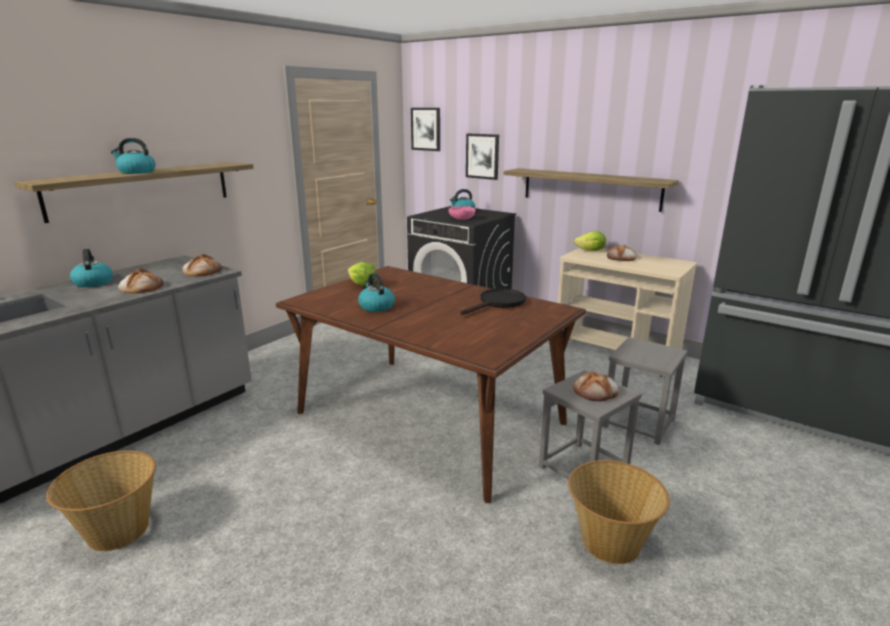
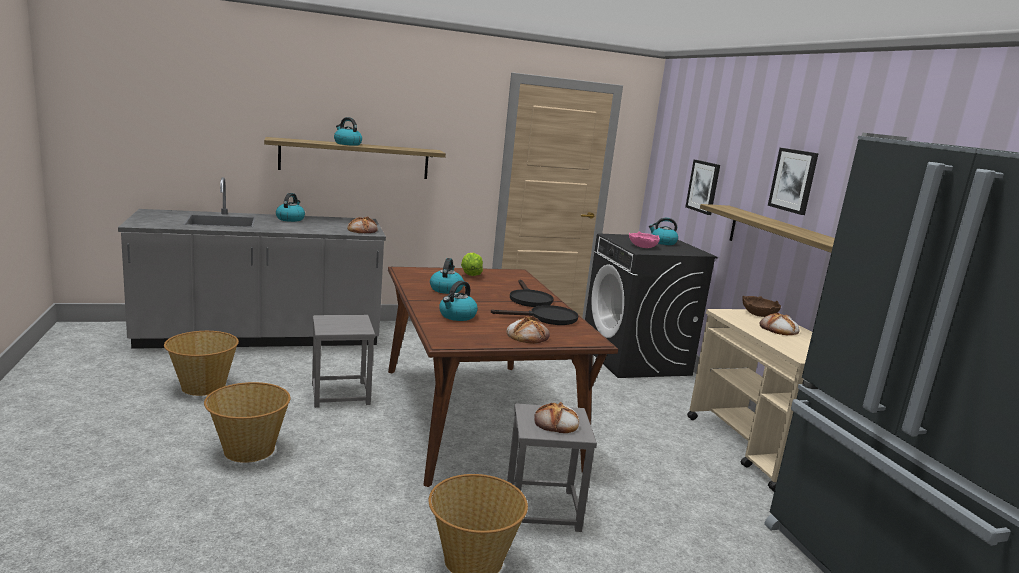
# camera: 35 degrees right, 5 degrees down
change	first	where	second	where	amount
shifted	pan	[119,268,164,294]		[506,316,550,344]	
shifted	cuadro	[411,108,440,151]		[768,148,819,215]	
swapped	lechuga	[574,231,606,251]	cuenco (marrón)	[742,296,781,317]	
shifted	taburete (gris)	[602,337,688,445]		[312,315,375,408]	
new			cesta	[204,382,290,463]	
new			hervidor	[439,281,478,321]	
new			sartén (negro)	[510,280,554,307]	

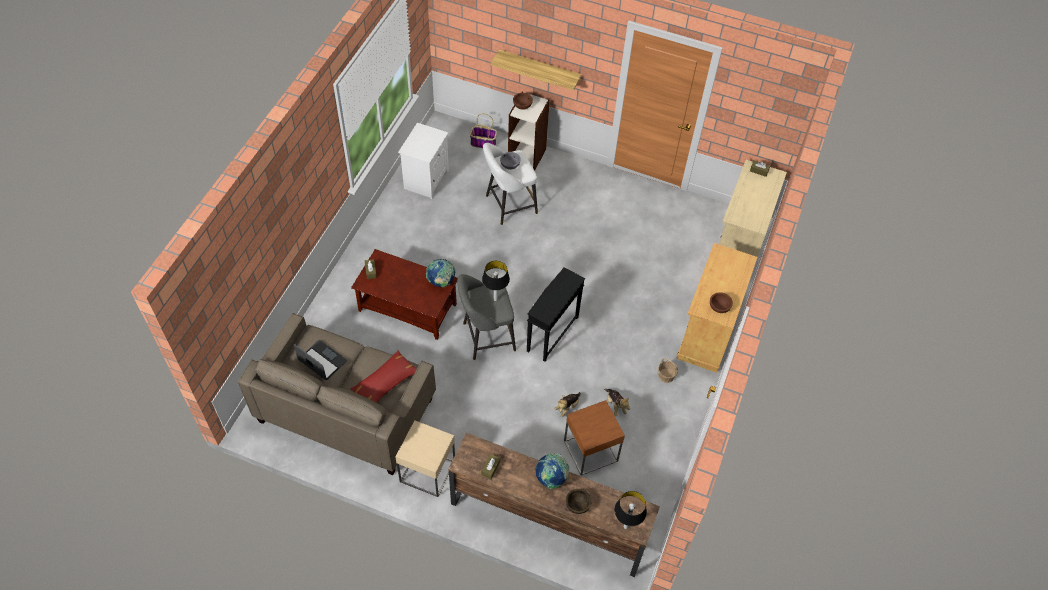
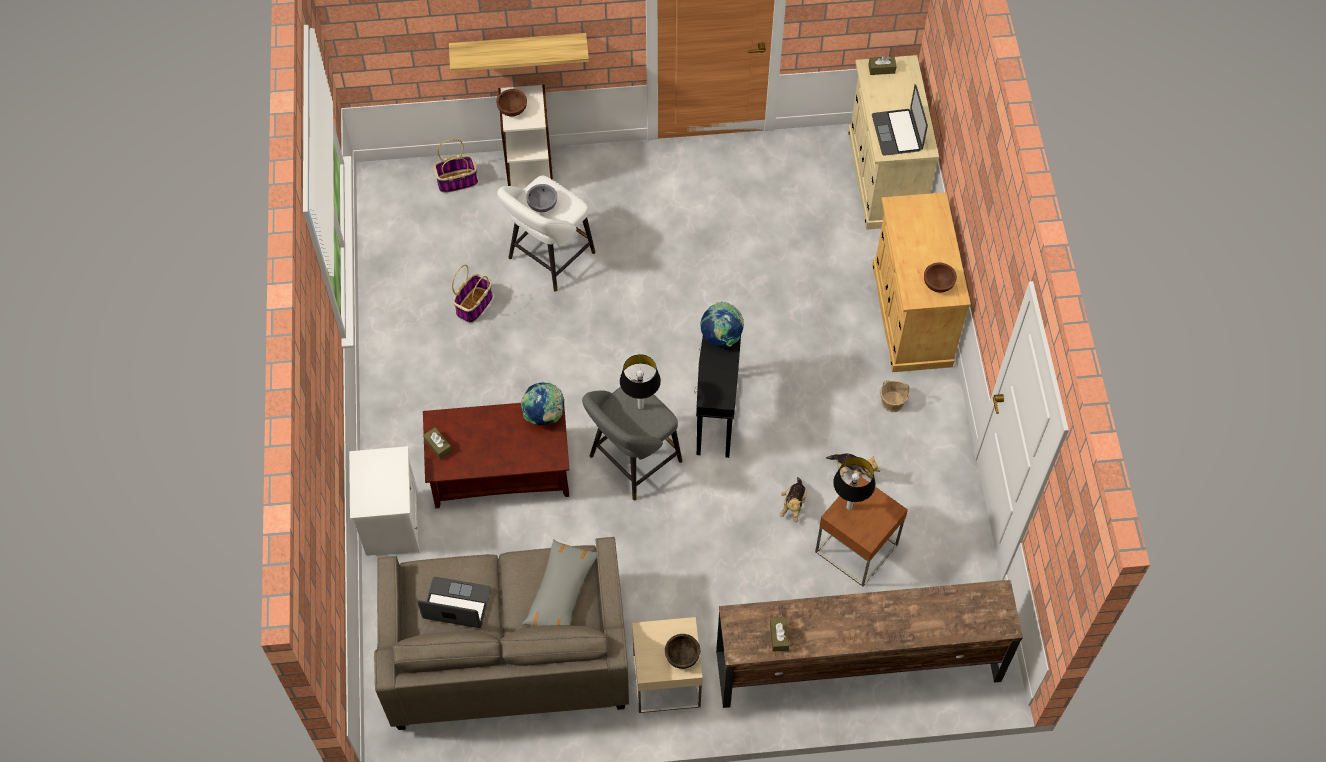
# camera: 25 degrees left, 5 degrees up
change	first	where	second	where	amount
repainted	cojín (rojo)	[350,350,417,403]	cojín (gris)	[522,539,597,626]	
shifted	mesita de noche (blanco)	[398,123,449,199]		[349,446,420,556]	
shifted	globo terráqueo	[536,453,569,489]		[700,302,744,347]	
shifted	cuenco (marrón)	[566,489,592,514]		[665,634,700,669]	
shifted	lámpara de mesa	[614,491,647,529]		[833,457,875,510]	
new			cesta	[452,265,493,323]	
new			portátil	[872,84,928,156]	

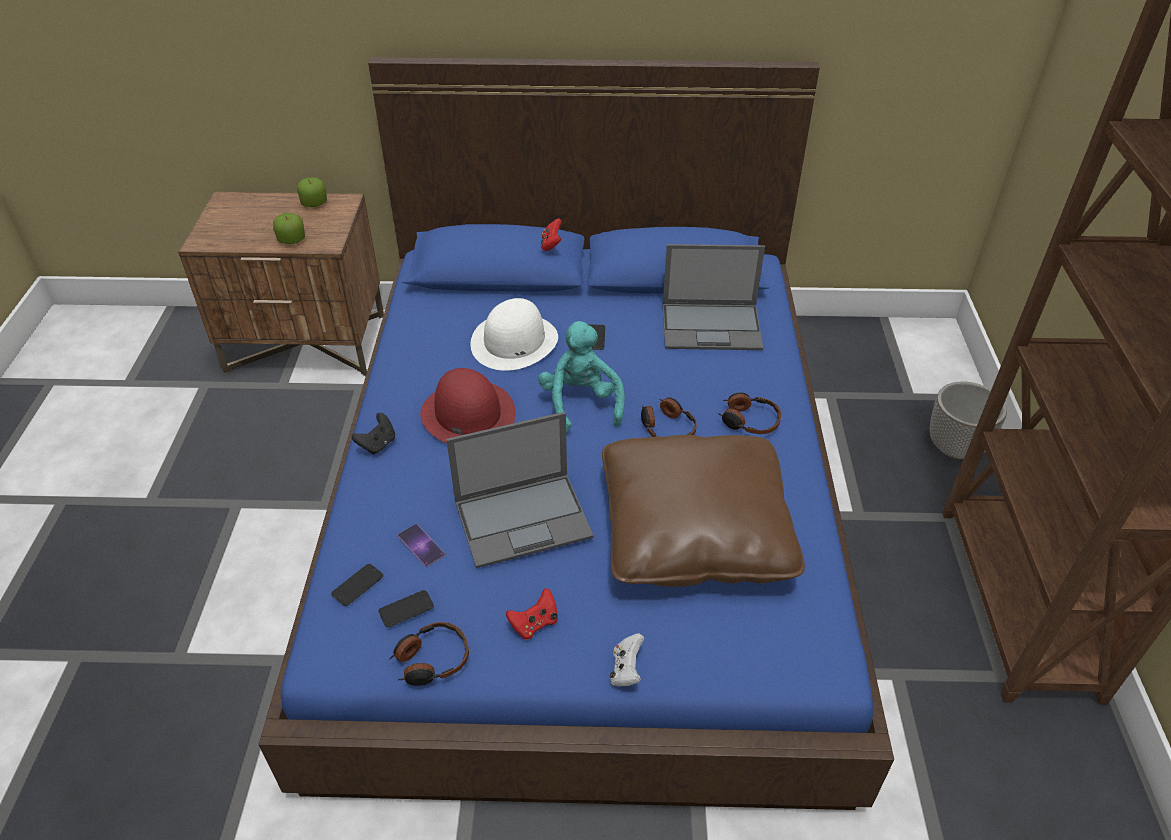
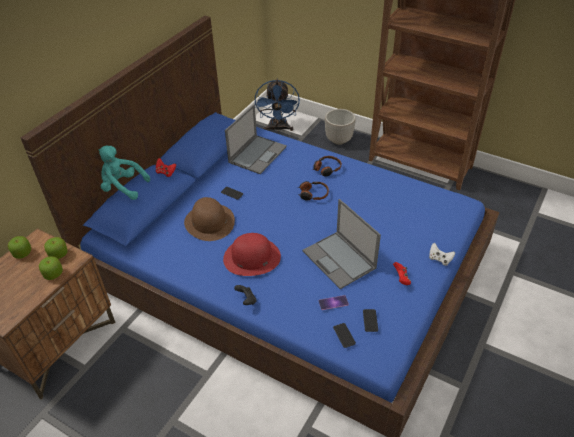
# camera: 60 degrees left, 0 degrees up
change	first	where	second	where	amount
gone	auriculares	[388,622,469,686]			
rotated	portátil	[446,412,594,568]		[303,199,381,289]	135 degrees clockwise
repainted	sombrero (blanco)	[471,298,558,371]	sombrero (marrón)	[184,197,235,241]	
shifted	peluche (turquesa)	[538,321,625,432]		[99,145,150,200]	
gone	cojín (marrón)	[602,435,805,587]			
new			manzana	[44,237,68,259]	
new			ventilador (azul)	[255,79,300,132]	

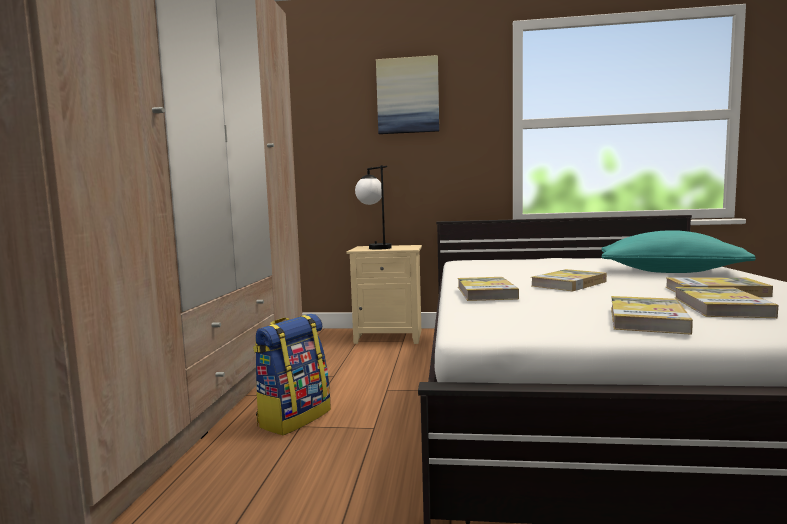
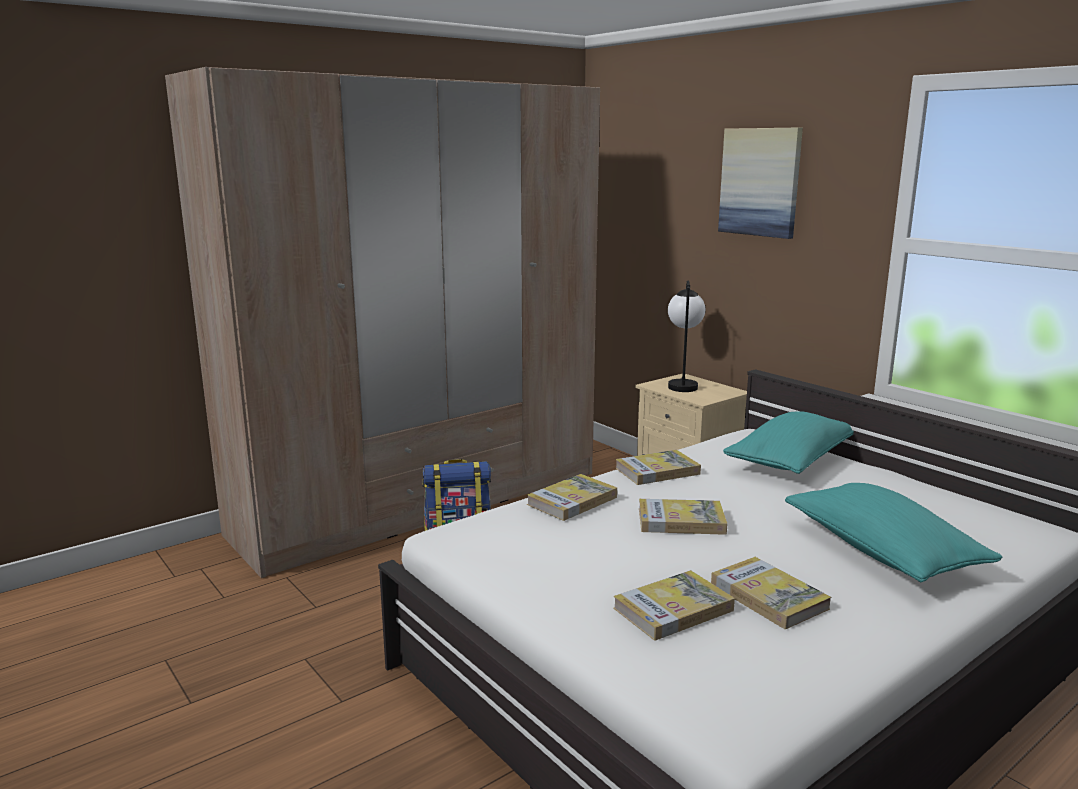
# camera: 45 degrees right, 10 degrees up
change	first	where	second	where	amount
shifted	libro	[611,296,693,335]		[616,450,701,485]	
new			cojín (turquesa)	[723,411,854,474]	

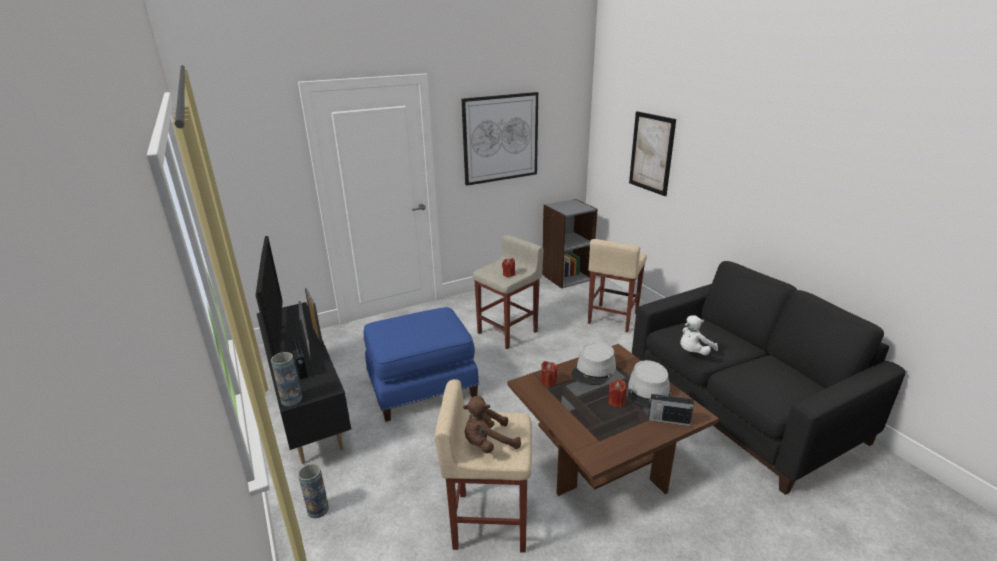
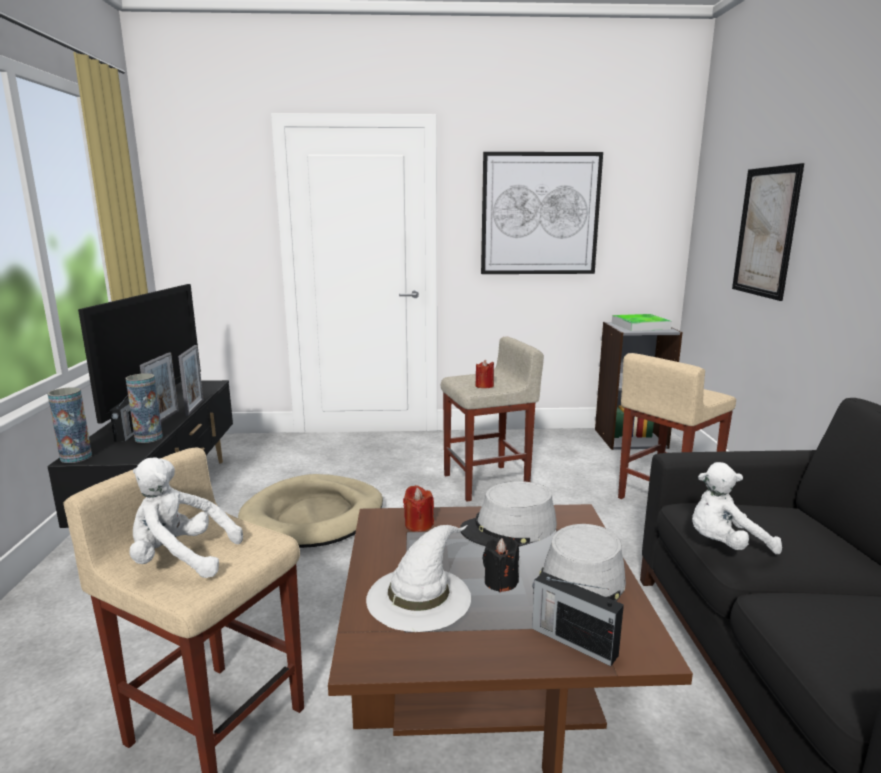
# camera: 25 degrees right, 10 degrees down
change	first	where	second	where	amount
shifted	florero	[298,464,329,518]		[126,373,163,443]	
swapped	puf (azul)	[364,307,479,422]	cama para perro (beis)	[238,474,383,548]	
repainted	peluche (marrón)	[463,396,521,454]	peluche (blanco)	[130,458,243,578]	
repainted	vela (rojo)	[608,379,627,408]	vela (negro)	[482,537,519,592]	
new			sombrero (blanco)	[366,524,471,632]	
new			bandeja	[612,314,672,331]	

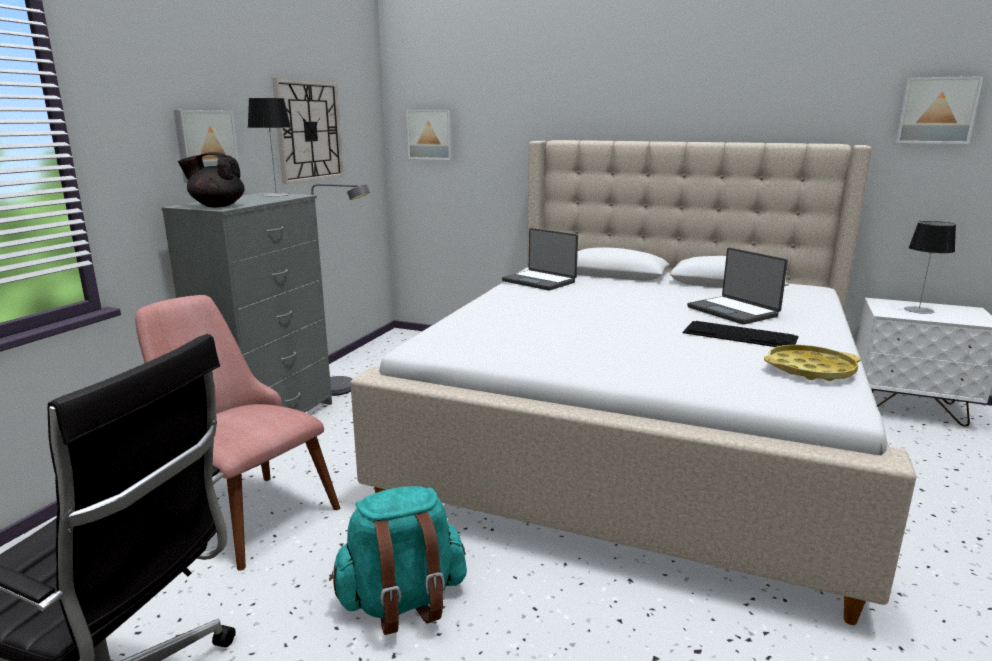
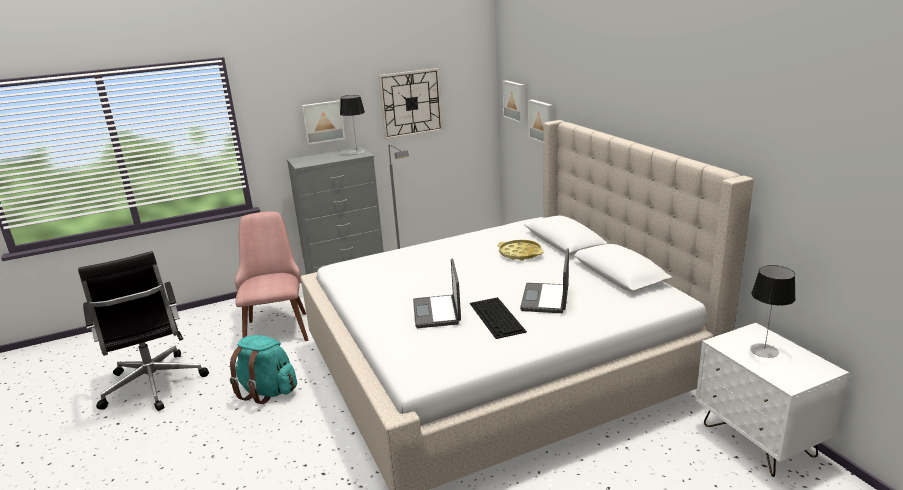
# camera: 45 degrees right, 5 degrees up
change	first	where	second	where	amount
gone	tetera (negro)	[178,152,245,207]			
shifted	portátil	[502,228,578,290]		[413,258,461,328]	
shifted	bandeja (amarillo)	[764,345,861,381]		[498,240,544,261]	
shifted	cuadro	[895,76,984,144]		[528,99,553,143]	

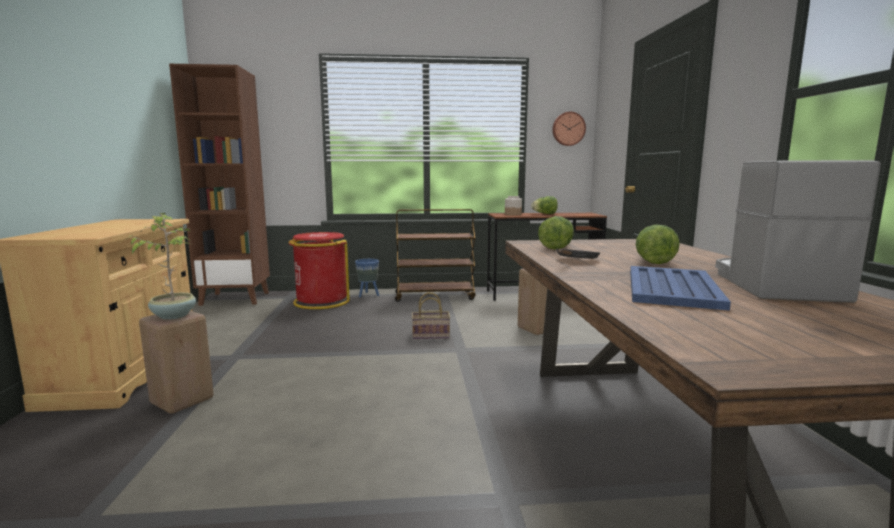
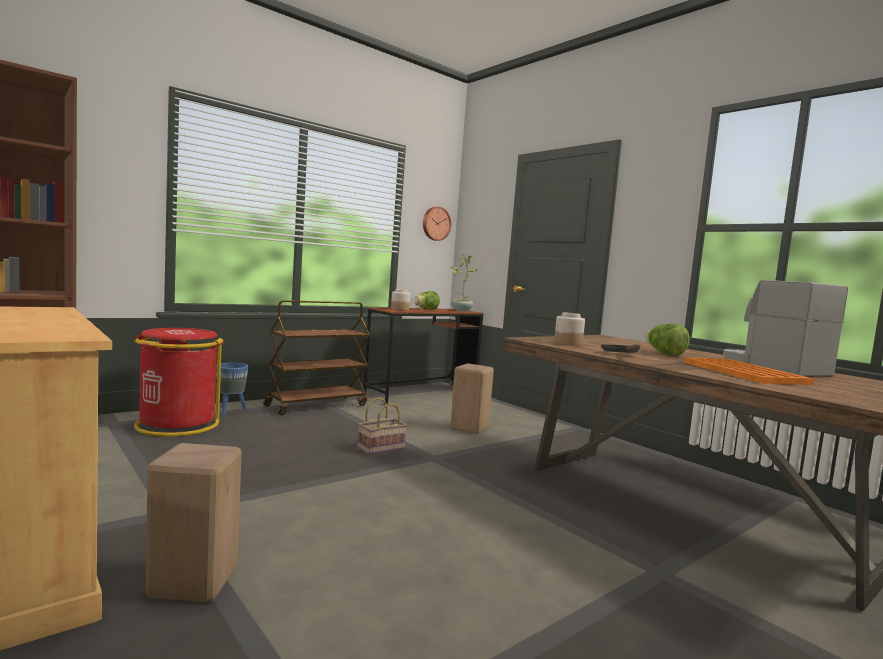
# camera: 35 degrees left, 5 degrees down
change	first	where	second	where	amount
shifted	planta en maceta	[125,213,196,320]		[451,255,479,312]	
swapped	lechuga	[538,216,574,249]	tarro	[554,312,585,346]	
repainted	bandeja (azul)	[630,266,731,311]	bandeja (naranja)	[684,357,814,385]	

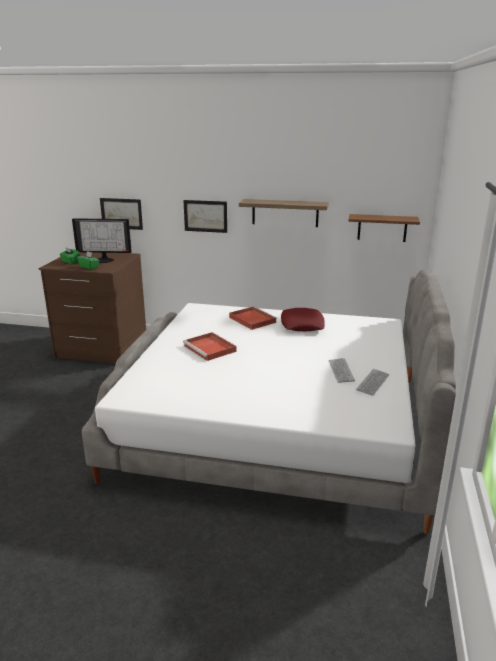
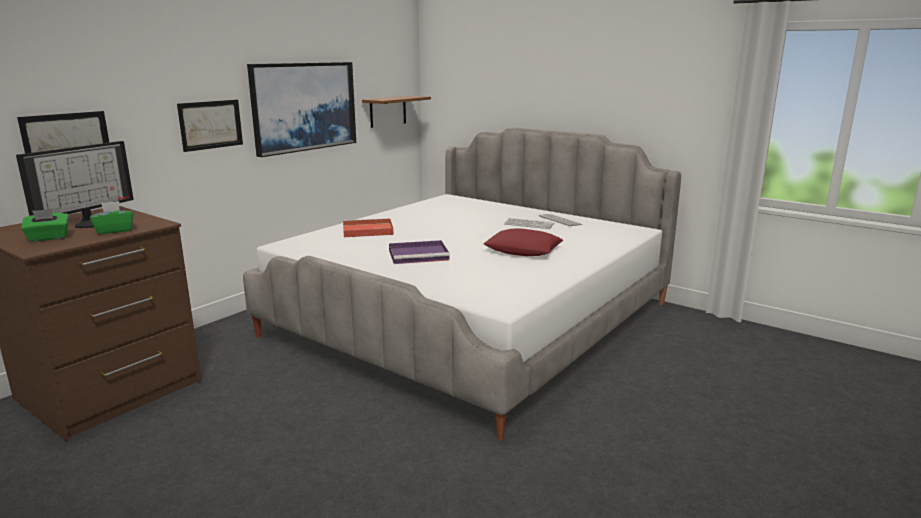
# camera: 65 degrees left, 5 degrees down
change	first	where	second	where	amount
repainted	bandeja (rojo)	[183,332,236,361]	bandeja (morado)	[389,240,450,264]	
swapped	estante	[239,199,329,227]	cuadro	[247,62,356,157]	
shifted	cojín (rojo)	[281,308,325,331]		[484,228,563,256]	

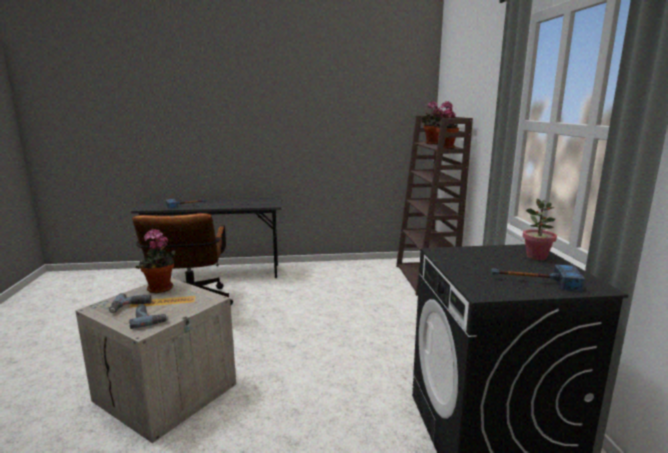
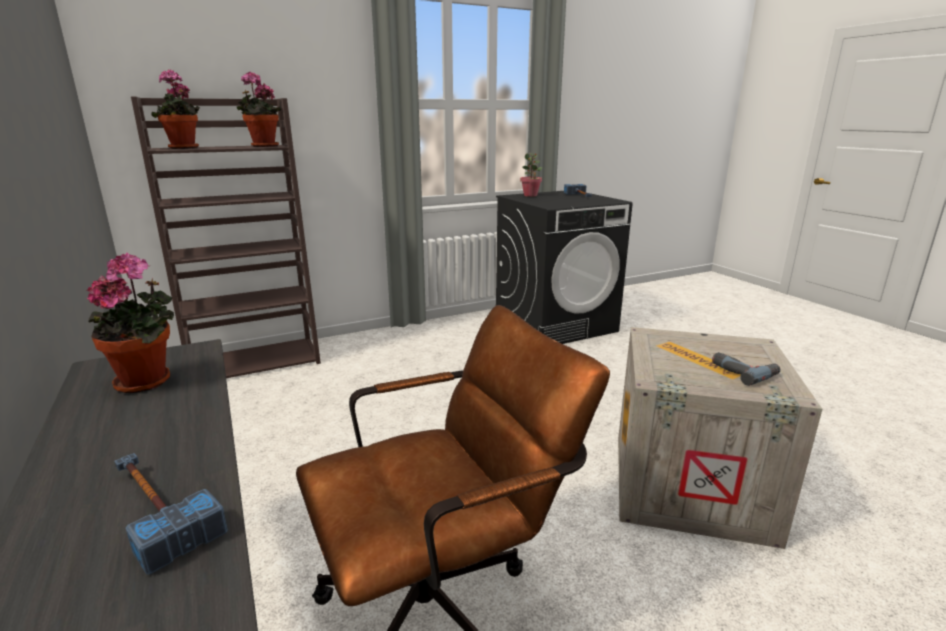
# camera: 110 degrees left, 5 degrees up
change	first	where	second	where	amount
gone	taladro	[129,304,168,329]			
shifted	planta en maceta	[136,229,176,293]		[87,253,174,393]	

